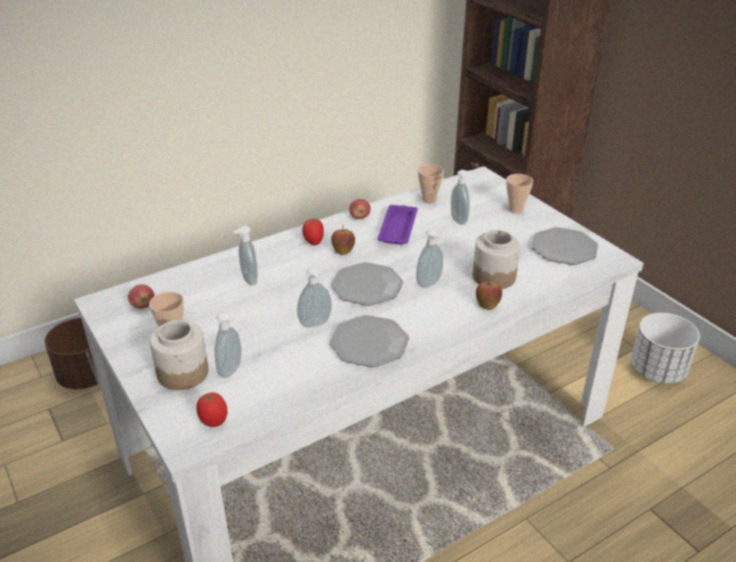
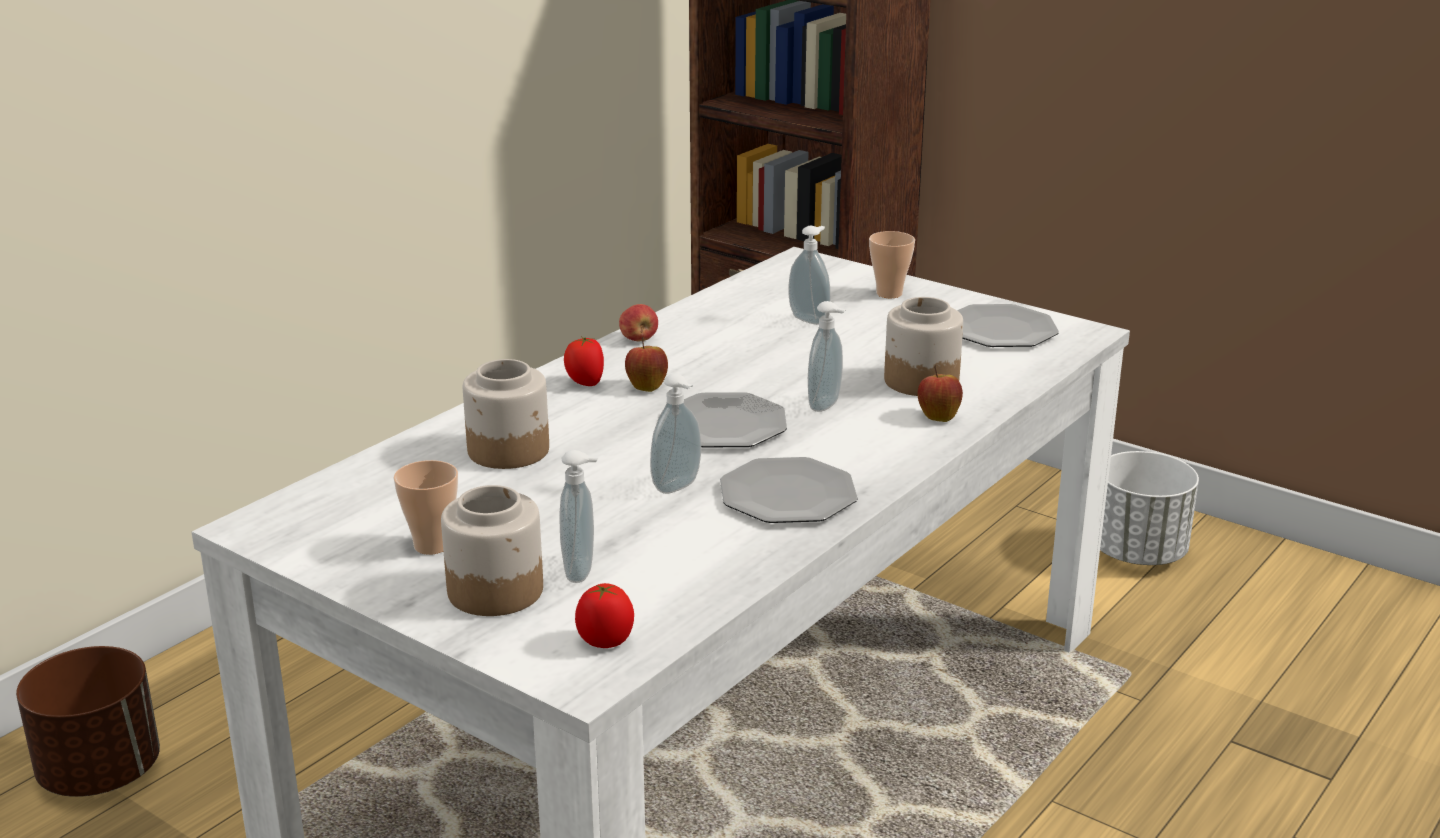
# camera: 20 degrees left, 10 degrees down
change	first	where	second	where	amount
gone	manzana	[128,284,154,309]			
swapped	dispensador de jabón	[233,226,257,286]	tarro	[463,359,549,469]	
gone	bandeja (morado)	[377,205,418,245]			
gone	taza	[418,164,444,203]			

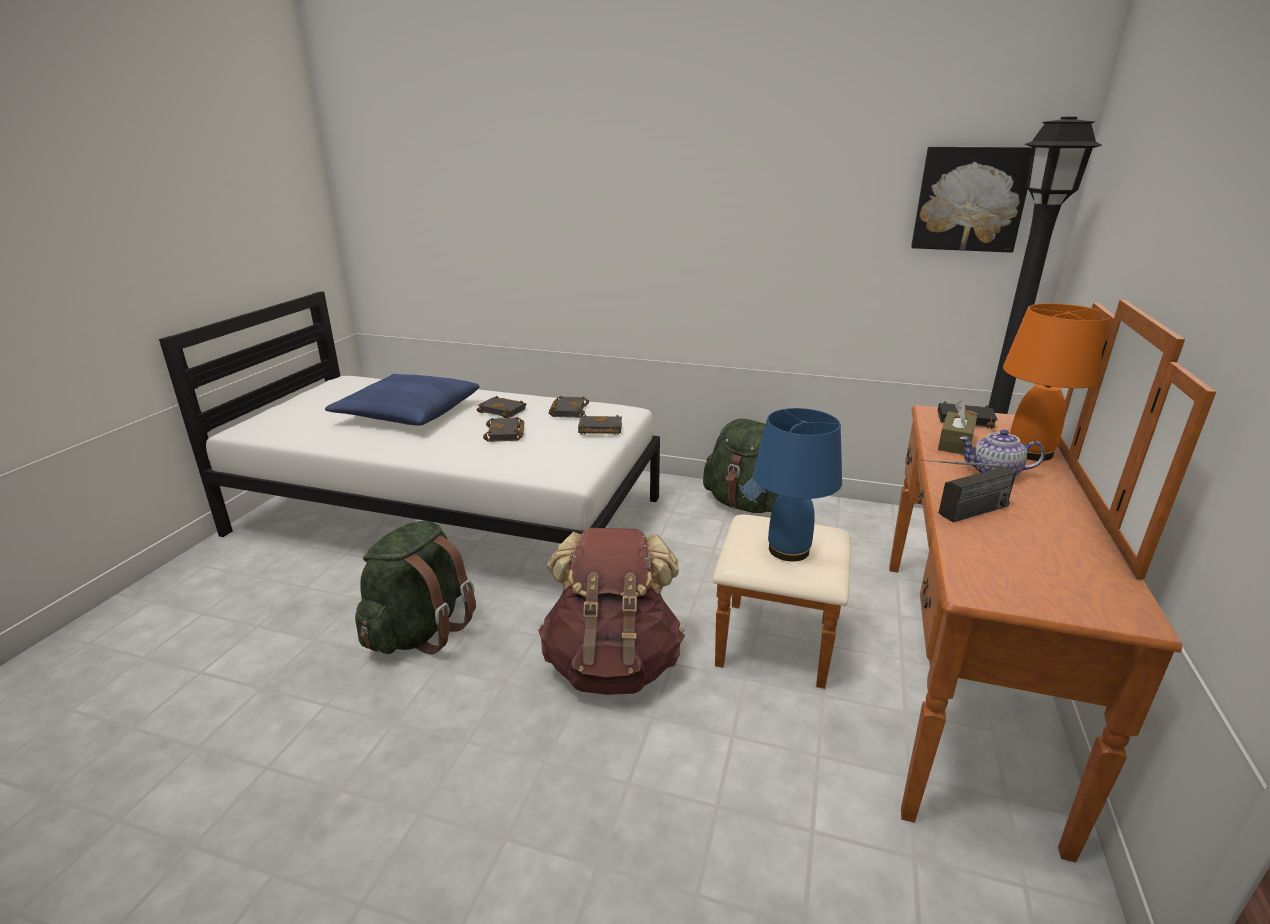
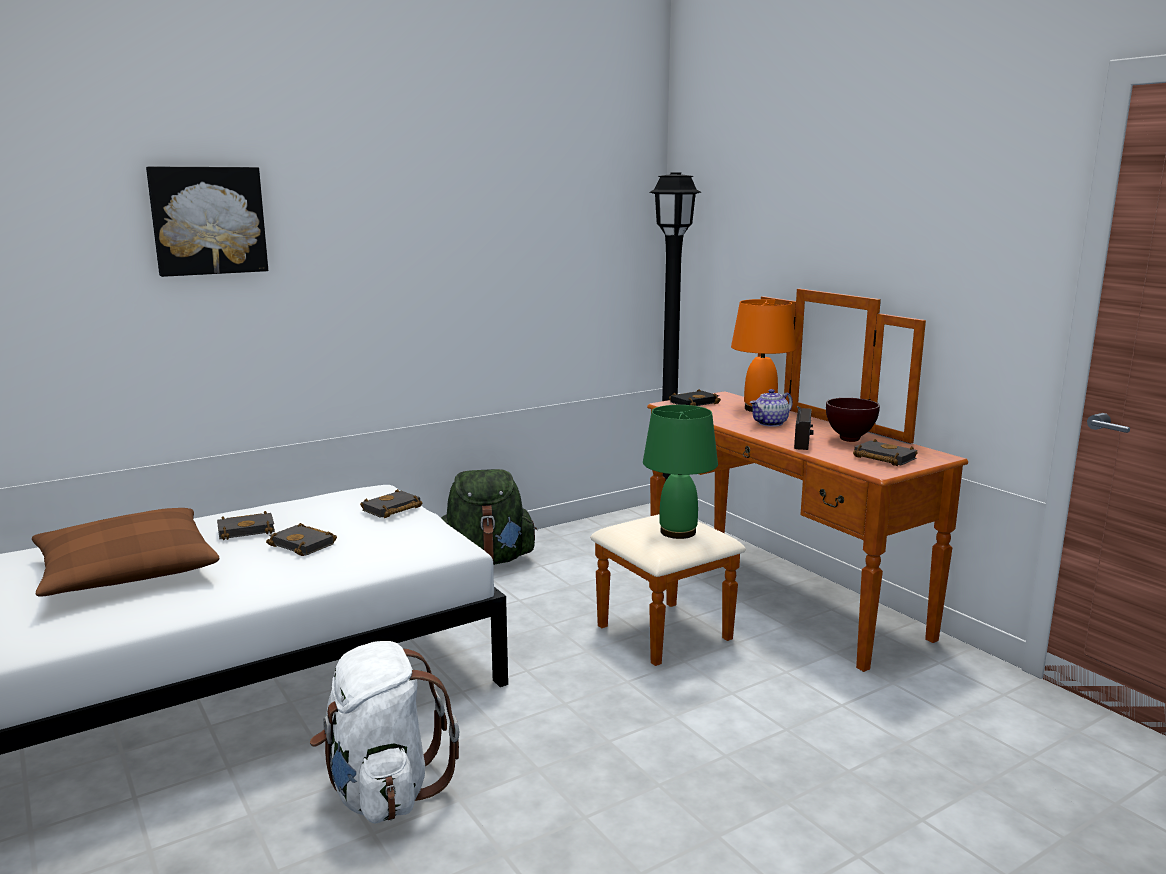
# camera: 50 degrees left, 10 degrees down
change	first	where	second	where	amount
repainted	cojín (azul)	[325,374,480,426]	cojín (marrón)	[32,508,219,597]	
repainted	mochila (verde)	[355,521,476,654]	mochila (blanco)	[310,641,459,824]	
gone	mochila (marrón)	[538,528,685,695]			
shifted	libro (negro)	[549,396,589,418]		[853,439,918,466]	
repainted	lámpara de mesa (azul)	[753,408,842,562]	lámpara de mesa (verde)	[643,405,718,539]	
shifted	cuadro	[911,147,1032,253]		[146,167,268,277]	
gone	caja de pañuelos (marrón)	[938,401,977,455]			
new			cuenco (marrón)	[826,398,880,442]	

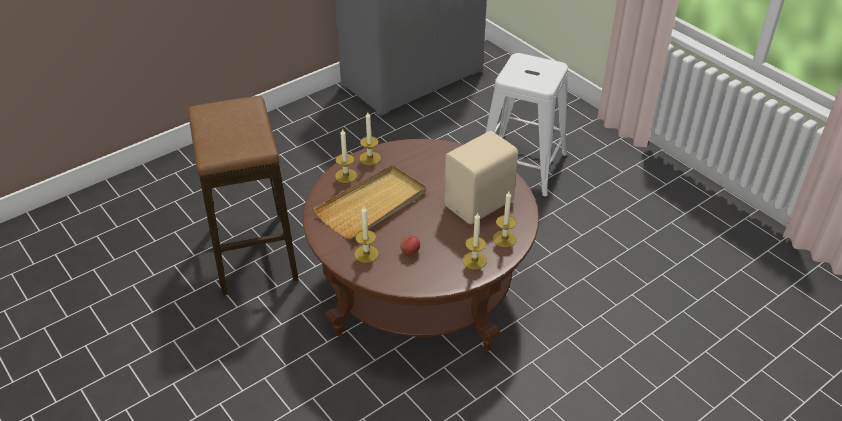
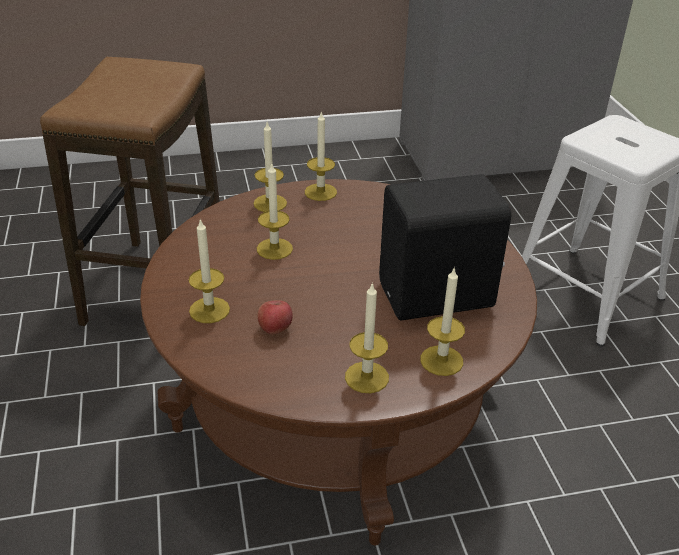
# camera: 25 degrees right, 5 degrees down
change	first	where	second	where	amount
swapped	bandeja (beis)	[313,165,426,239]	vela	[257,164,293,260]	
repainted	altavoz (beis)	[444,131,518,224]	altavoz (negro)	[379,174,511,321]	

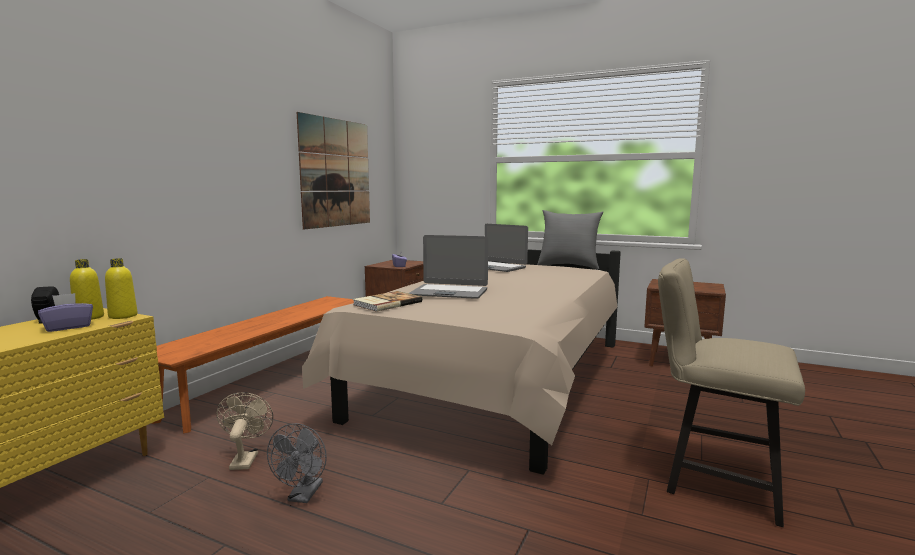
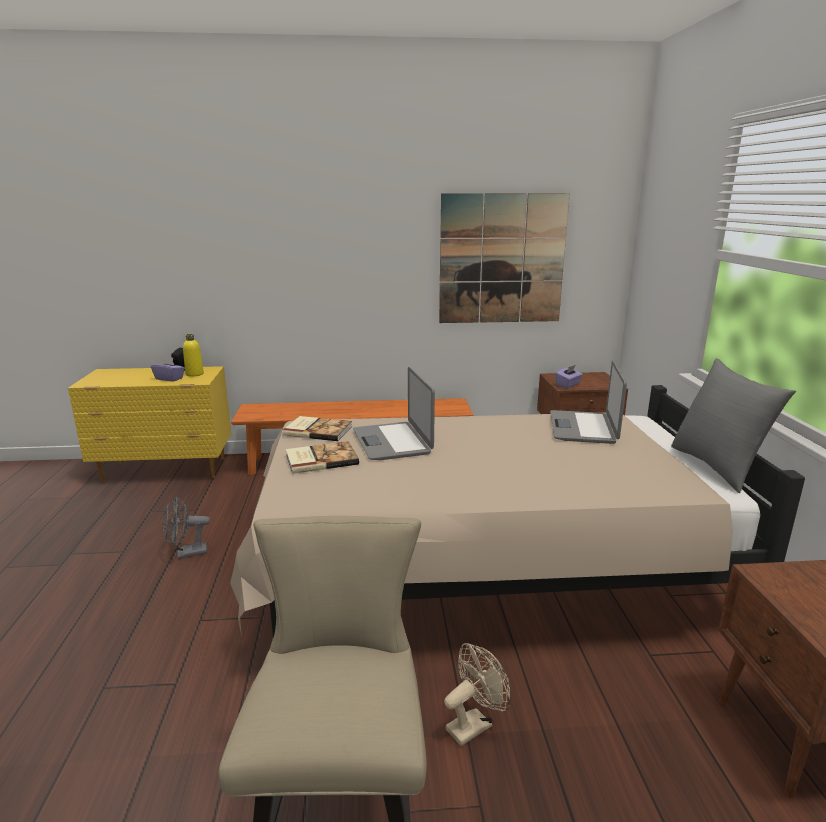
# camera: 60 degrees right, 10 degrees up
change	first	where	second	where	amount
gone	botella (amarillo)	[105,258,138,319]			
shifted	ventilador (beis)	[217,392,273,470]		[444,643,510,746]	
new			libro	[286,441,359,474]	

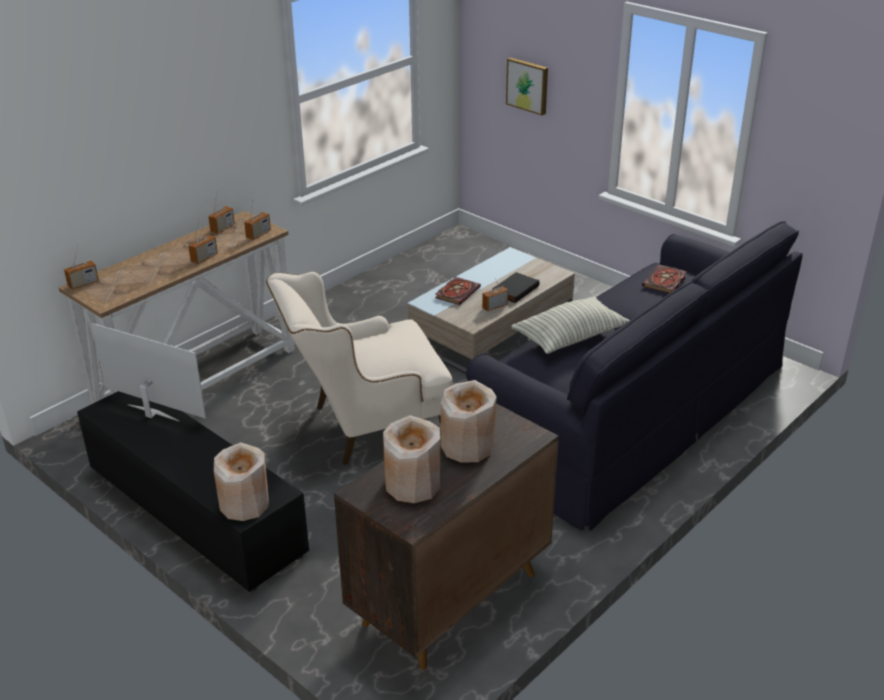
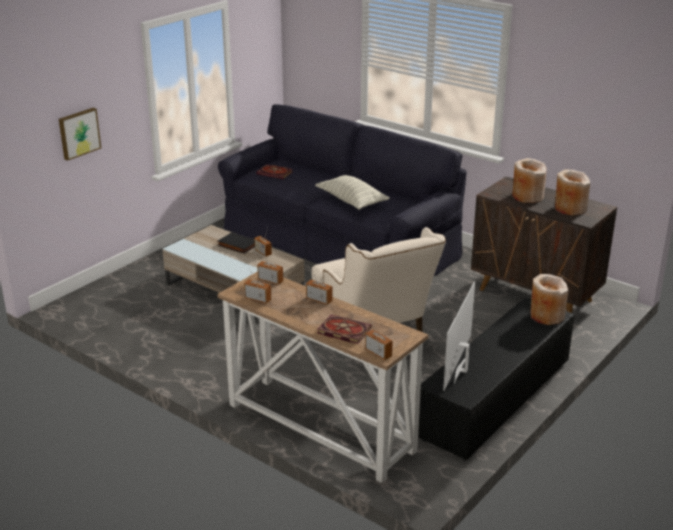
# camera: 95 degrees left, 5 degrees down
change	first	where	second	where	amount
shifted	libro	[435,277,481,305]		[317,315,372,344]	

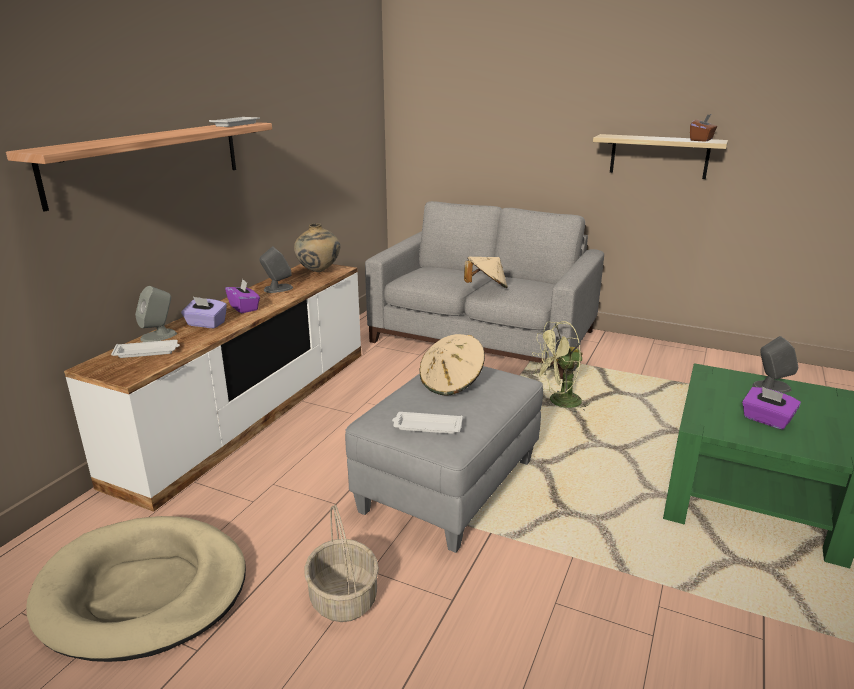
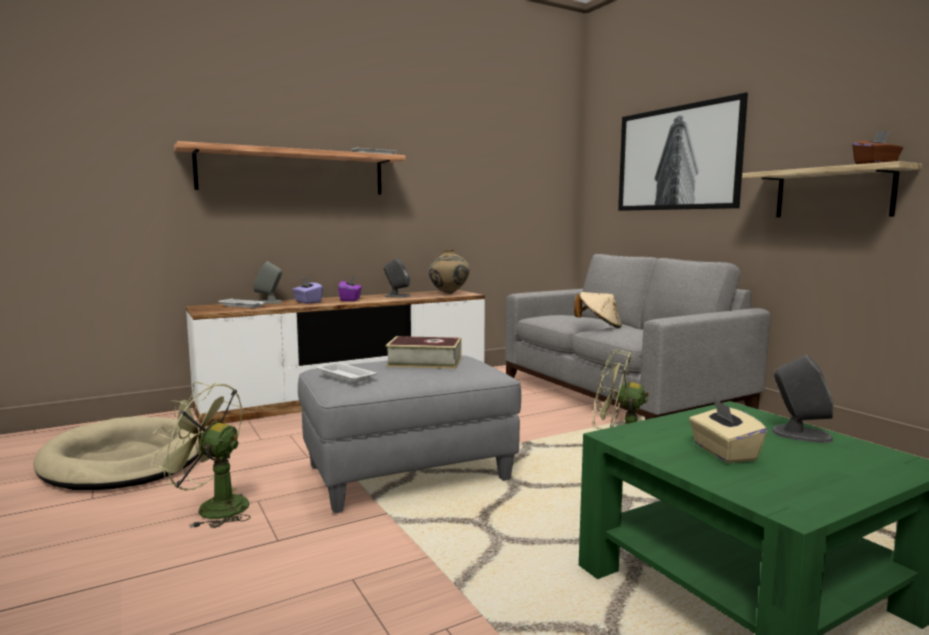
# camera: 35 degrees right, 15 degrees down
change	first	where	second	where	amount
swapped	cesta	[304,504,379,622]	ventilador (verde)	[151,382,251,528]	
swapped	sombrero (beis)	[419,334,485,395]	libro	[386,336,461,369]	
repainted	caja de pañuelos (morado)	[742,387,801,430]	caja de pañuelos (beis)	[689,398,767,463]	
new			cuadro	[618,92,748,211]	

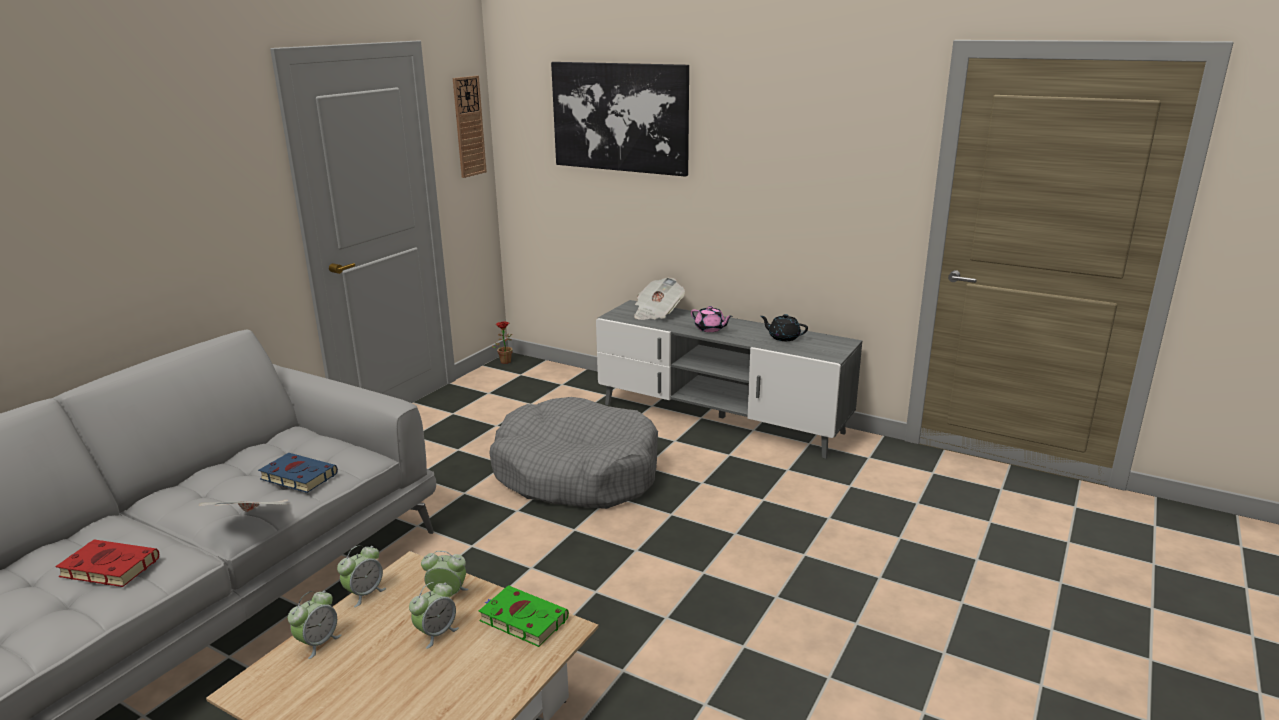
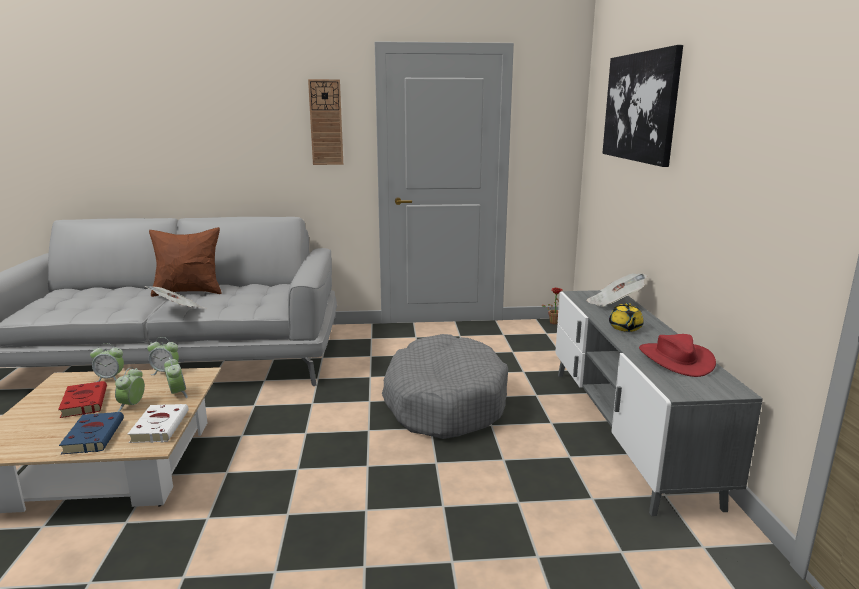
# camera: 55 degrees right, 5 degrees down
change	first	where	second	where	amount
shifted	libro (rojo)	[55,540,159,587]		[58,381,107,418]	
shifted	libro (azul)	[258,453,338,493]		[59,412,124,454]	
rotated	despertador	[409,582,459,649]		[115,367,145,412]	90 degrees clockwise
shifted	reloj de pared	[453,76,487,178]		[308,79,343,165]	
repainted	libro (verde)	[478,585,569,647]	libro (blanco)	[127,404,189,443]	
repainted	tetera (rosa)	[691,306,733,332]	tetera (amarillo)	[609,303,644,332]	
swapped	tetera (negro)	[761,314,808,341]	sombrero (rojo)	[639,334,716,377]	
new			cojín (marrón)	[149,227,222,297]	

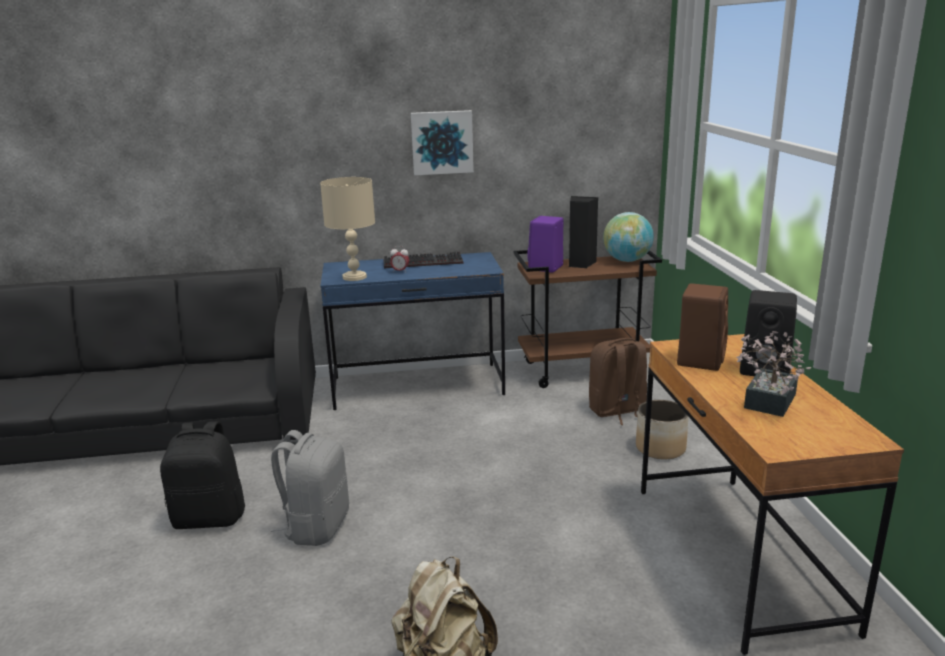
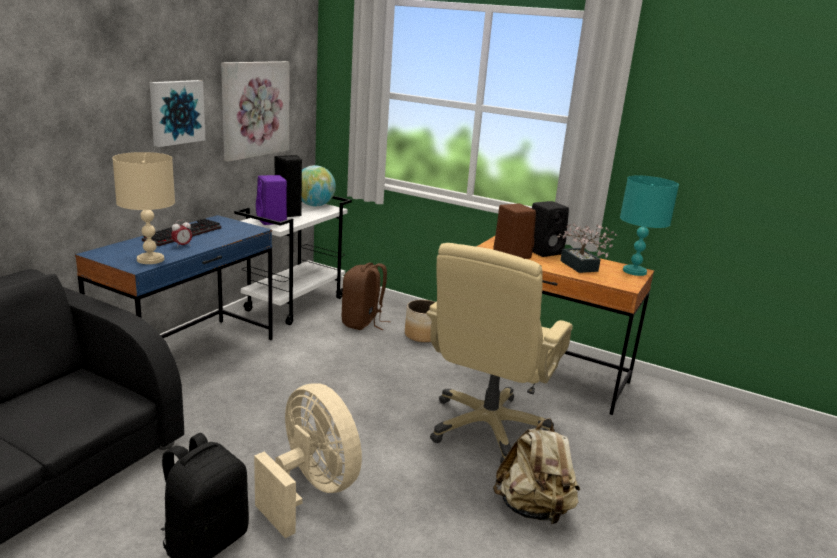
# camera: 55 degrees left, 0 degrees up
change	first	where	second	where	amount
swapped	mochila (gris)	[271,430,349,546]	ventilador (beis)	[254,383,362,538]	
repainted	carrito (marrón)	[513,250,662,388]	carrito (blanco)	[234,196,352,325]	
new			cuadro	[221,61,290,162]	
new			silla de oficina (beis)	[426,243,573,463]	
new			lámpara de mesa (turquesa)	[620,176,679,276]	

